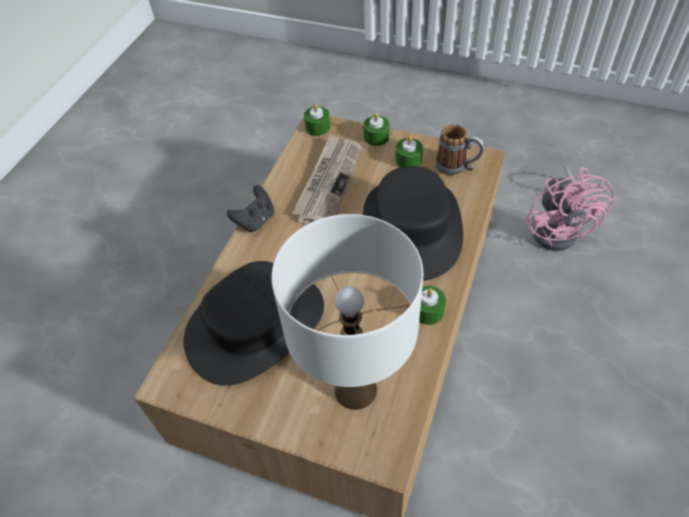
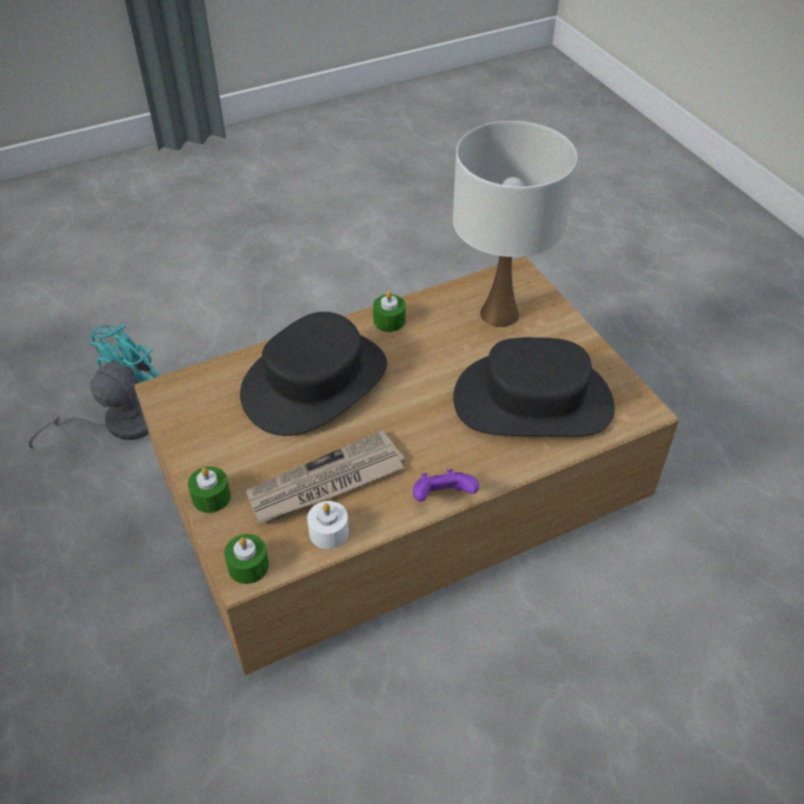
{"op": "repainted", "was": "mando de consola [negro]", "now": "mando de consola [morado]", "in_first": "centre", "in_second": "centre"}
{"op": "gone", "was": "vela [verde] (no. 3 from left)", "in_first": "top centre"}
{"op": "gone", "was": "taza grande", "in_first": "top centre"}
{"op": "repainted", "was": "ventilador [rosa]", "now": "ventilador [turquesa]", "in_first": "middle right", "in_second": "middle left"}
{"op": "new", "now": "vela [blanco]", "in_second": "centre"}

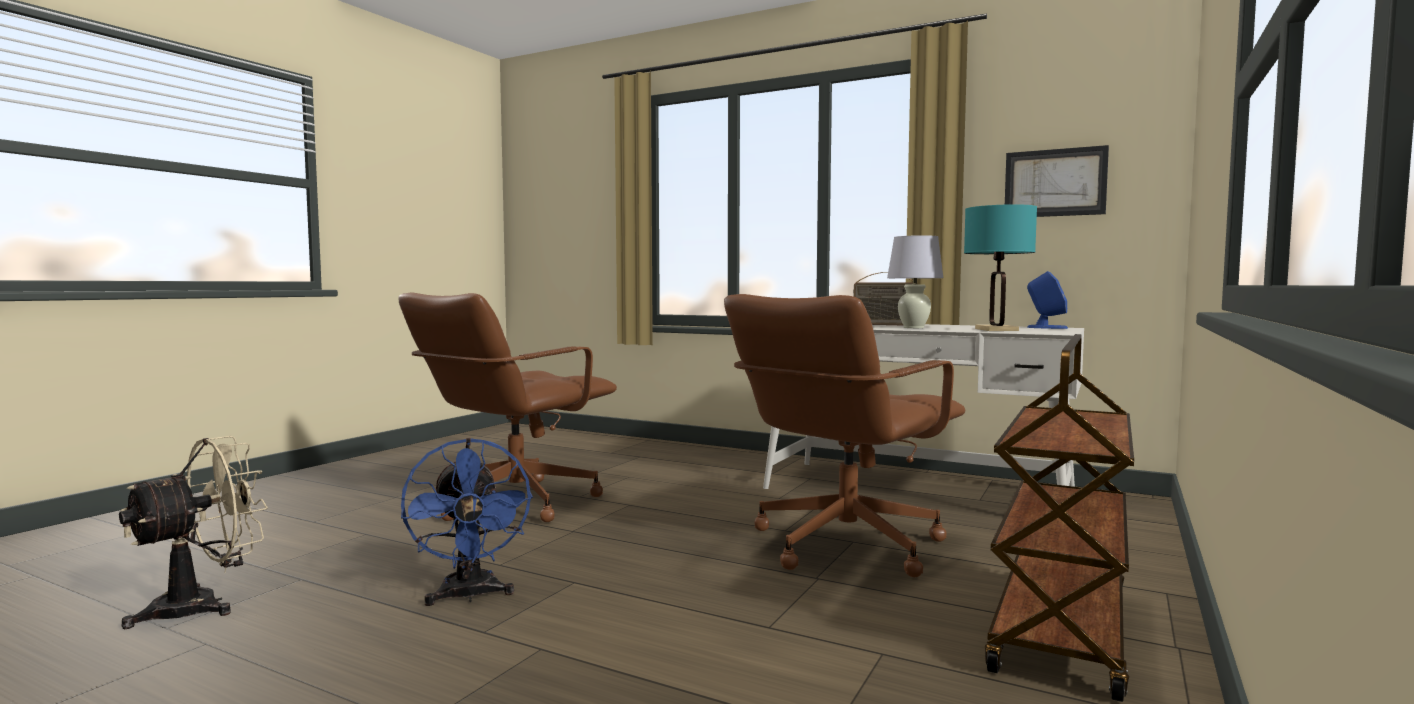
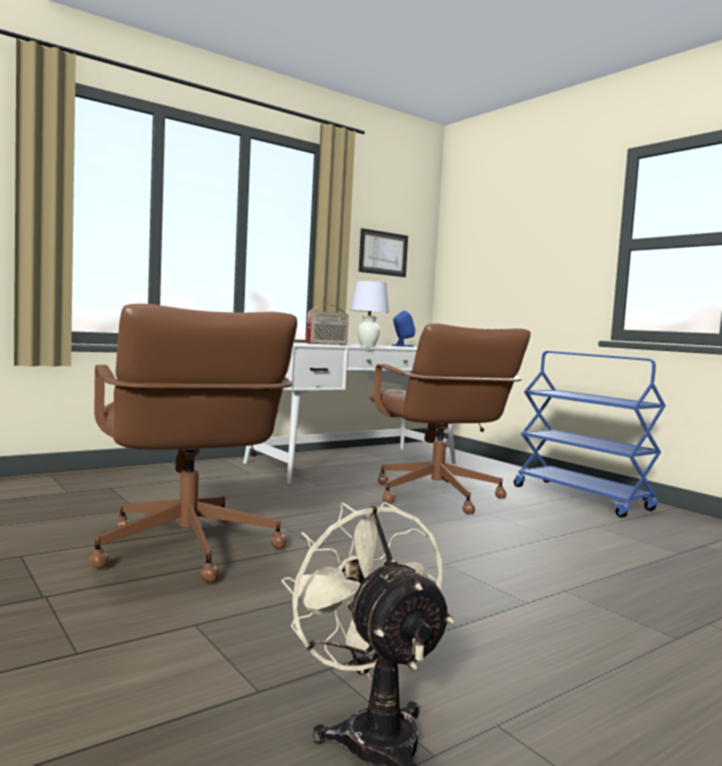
{"op": "gone", "was": "ventilador [azul]", "in_first": "bottom left"}
{"op": "gone", "was": "lámpara de mesa [turquesa]", "in_first": "middle right"}
{"op": "repainted", "was": "carrito [marrón]", "now": "carrito [azul]", "in_first": "bottom right", "in_second": "middle right"}

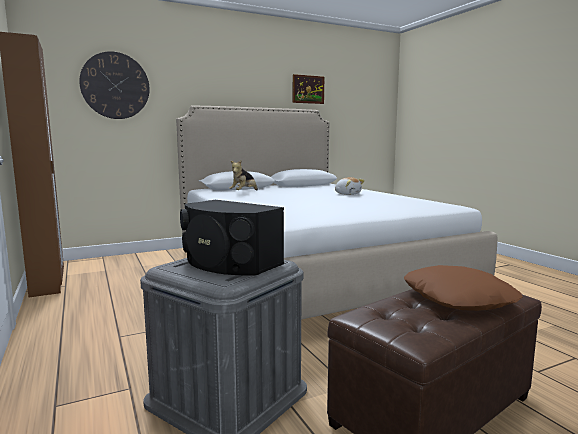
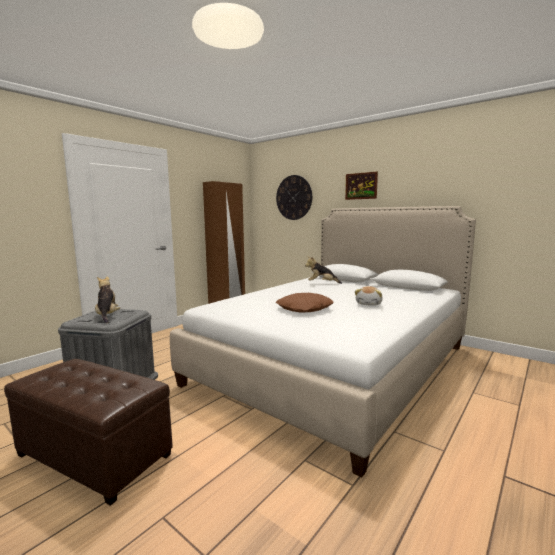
{"op": "swapped", "was": "altavoz [negro]", "now": "peluche (no. 1 from left)", "in_first": "centre", "in_second": "middle left"}
{"op": "shifted", "was": "cuadro", "in_first": "top centre", "in_second": "centre"}
{"op": "shifted", "was": "cojín [marrón]", "in_first": "middle right", "in_second": "centre"}

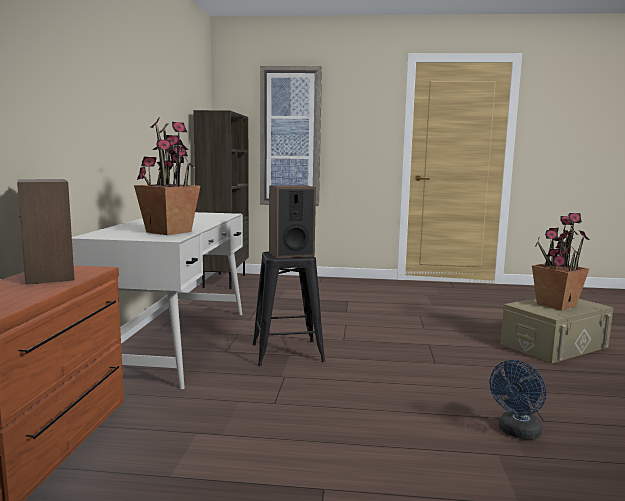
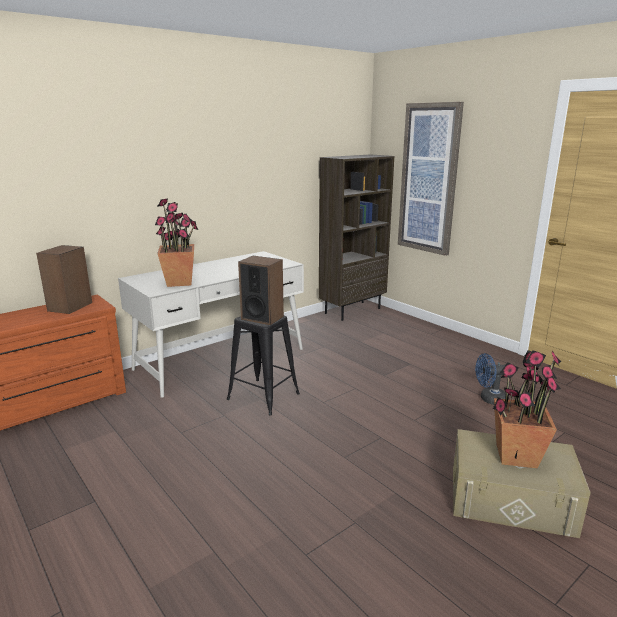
{"op": "shifted", "was": "ventilador [azul]", "in_first": "bottom right", "in_second": "middle right"}

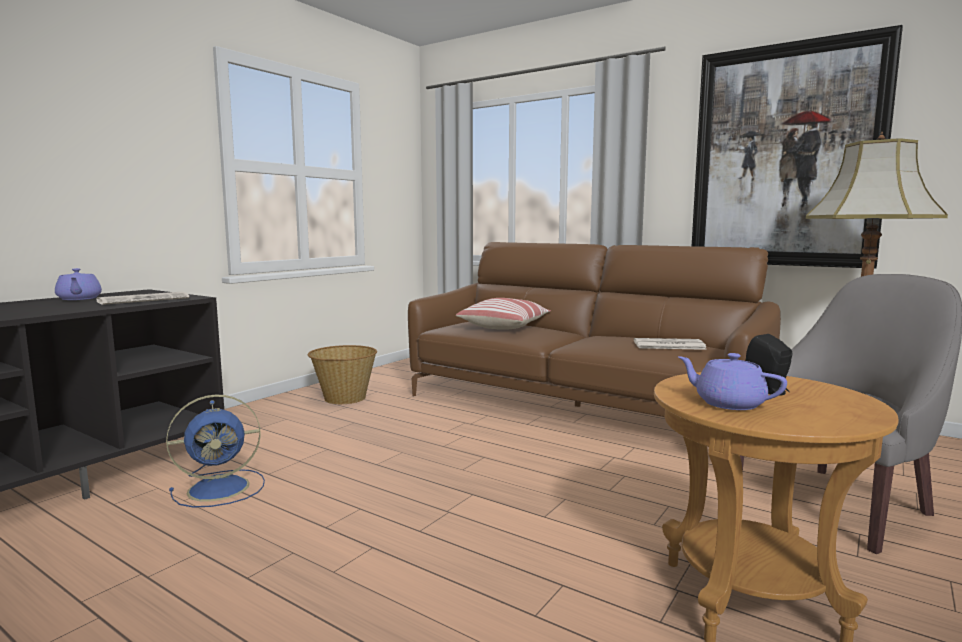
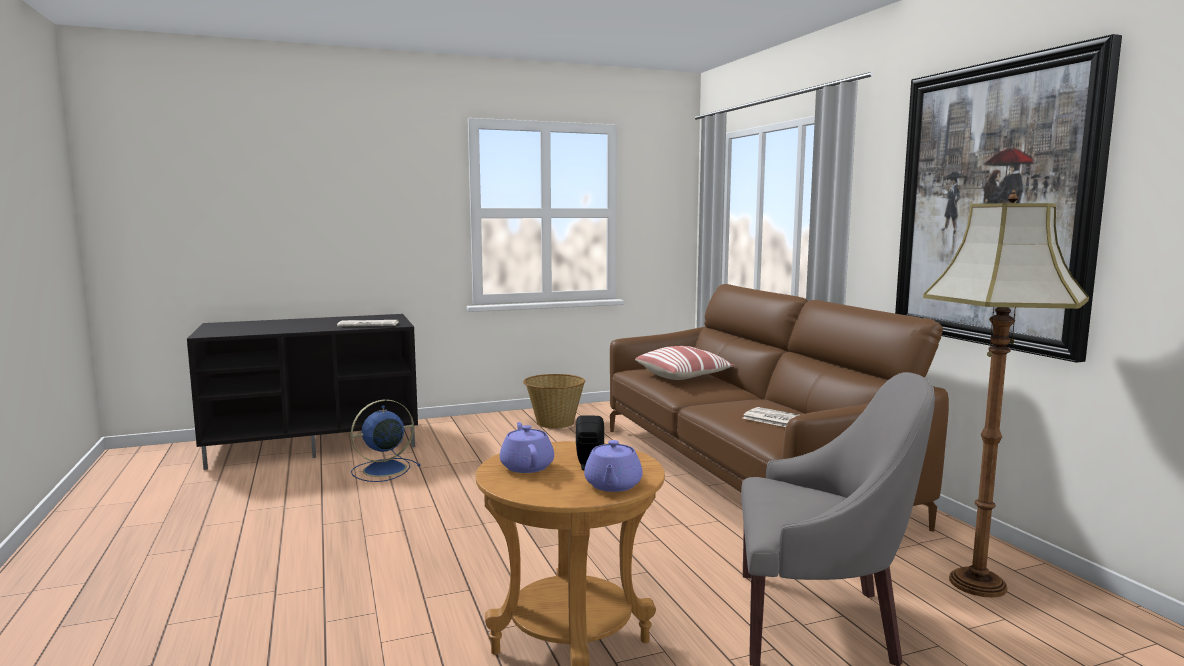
{"op": "shifted", "was": "tetera [morado] (no. 1 from left in the first image)", "now": "tetera [morado] (no. 2 from left)", "in_first": "middle left", "in_second": "bottom centre"}
{"op": "rotated", "was": "ventilador [azul]", "in_first": "bottom left", "in_second": "middle left", "clockwise": 135}

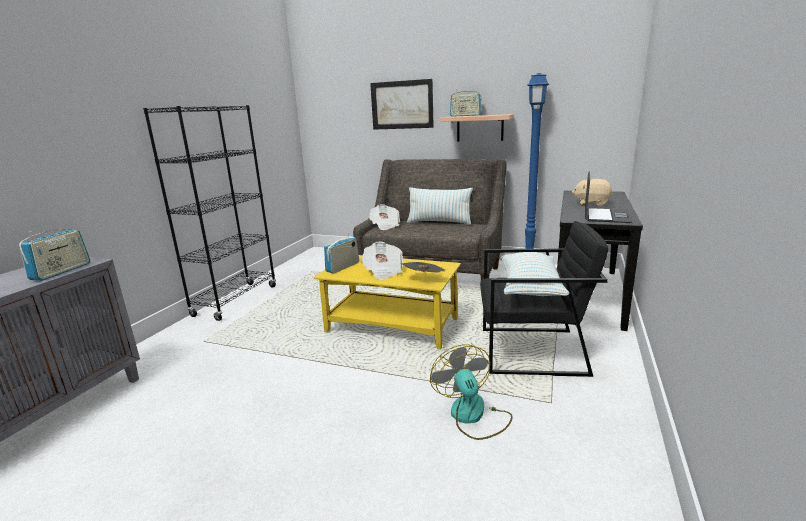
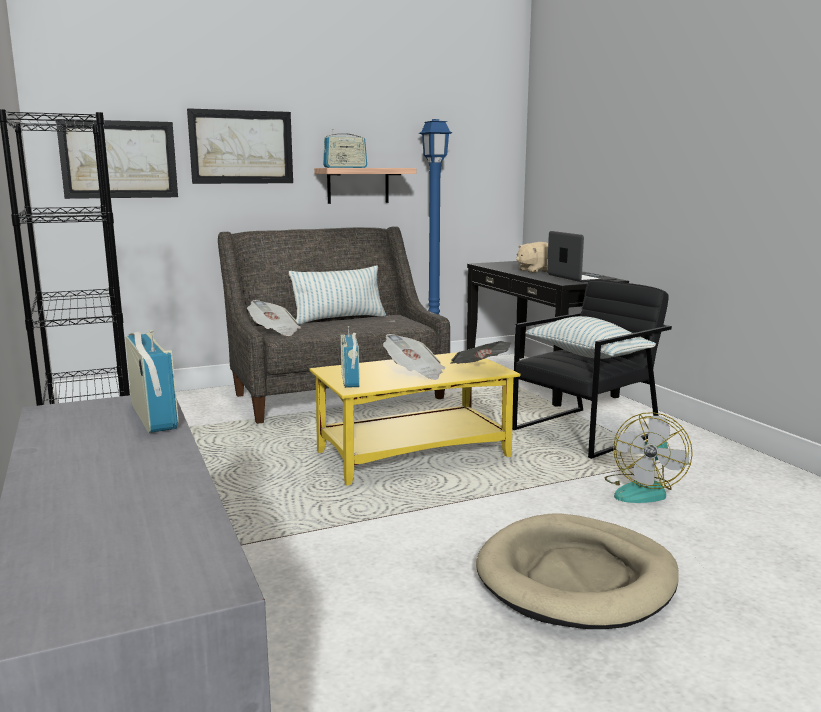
{"op": "rotated", "was": "ventilador", "in_first": "bottom centre", "in_second": "middle right", "clockwise": -90}
{"op": "new", "now": "cuadro (no. 1 from left)", "in_second": "top left"}
{"op": "new", "now": "cama para perro [beis]", "in_second": "bottom right"}

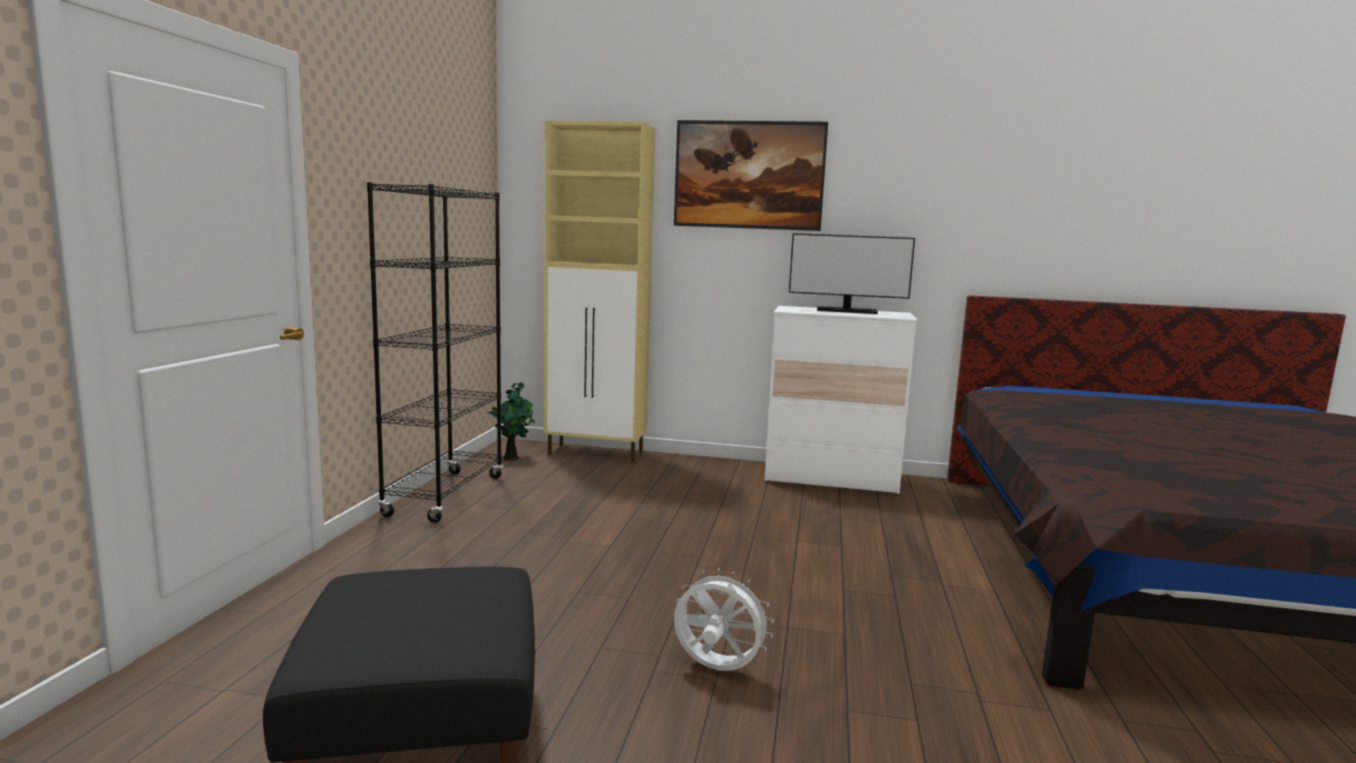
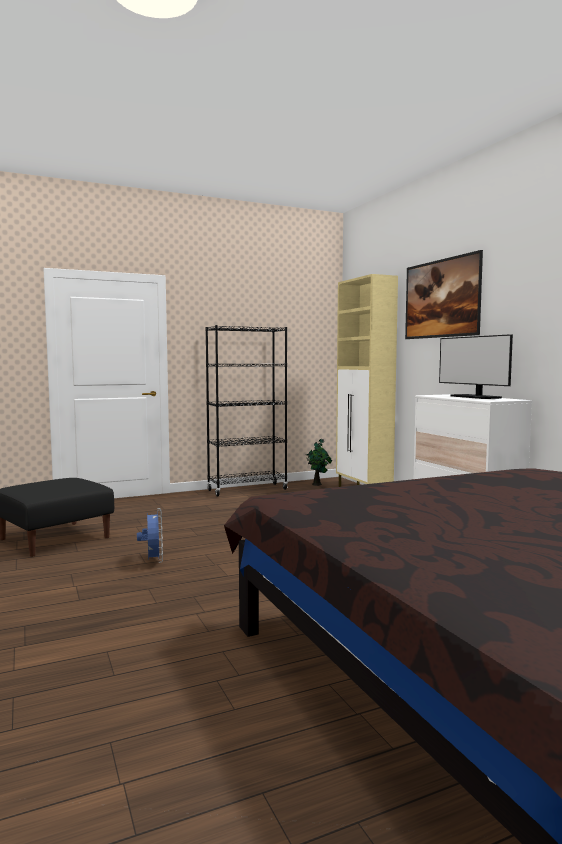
{"op": "repainted", "was": "ventilador [blanco]", "now": "ventilador [azul]", "in_first": "bottom centre", "in_second": "middle left"}

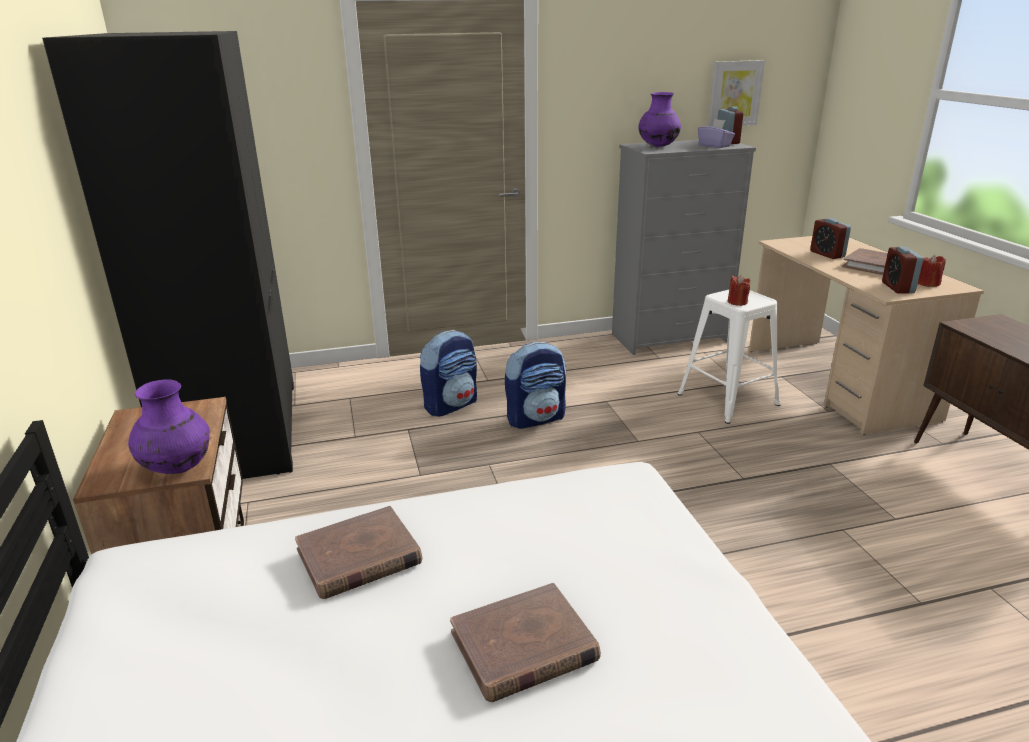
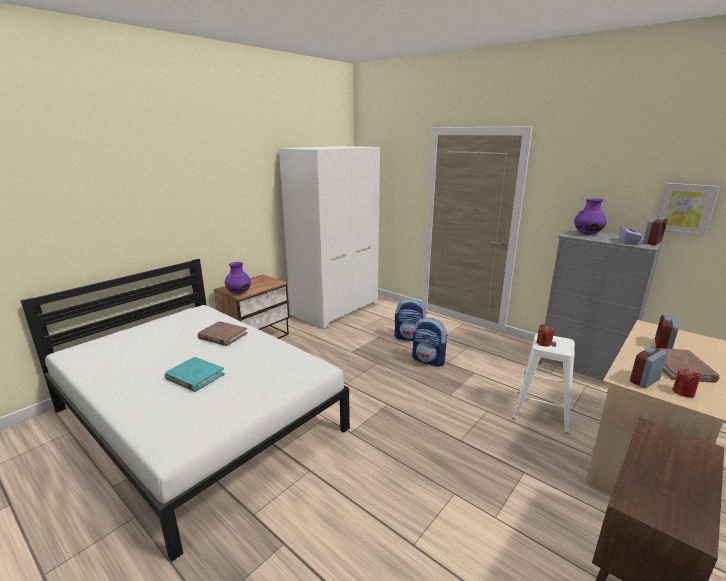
{"op": "repainted", "was": "armario ropero [negro]", "now": "armario ropero [blanco]", "in_first": "middle left", "in_second": "centre"}
{"op": "repainted", "was": "libro [marrón] (no. 2 from left)", "now": "libro [turquesa]", "in_first": "bottom centre", "in_second": "middle left"}

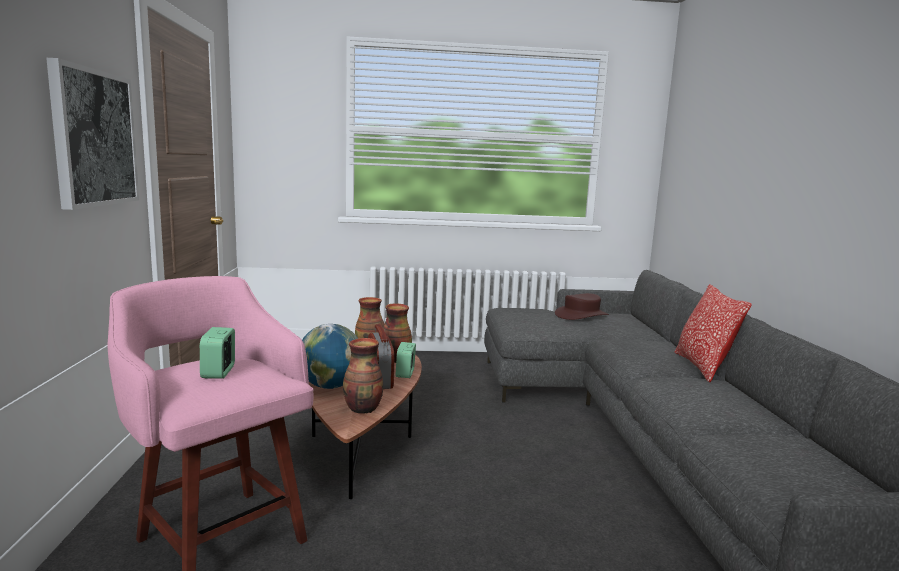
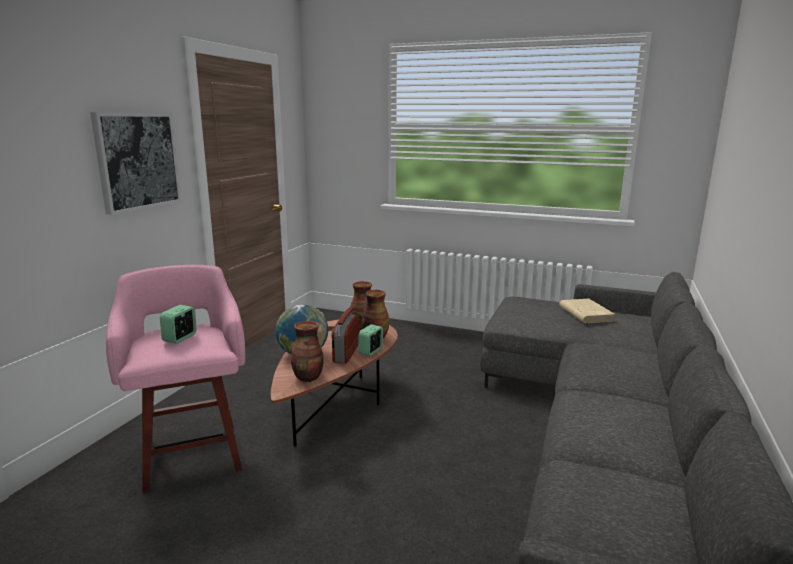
{"op": "swapped", "was": "sombrero [marrón]", "now": "libro [beis]", "in_first": "centre", "in_second": "middle right"}
{"op": "gone", "was": "cojín", "in_first": "middle right"}

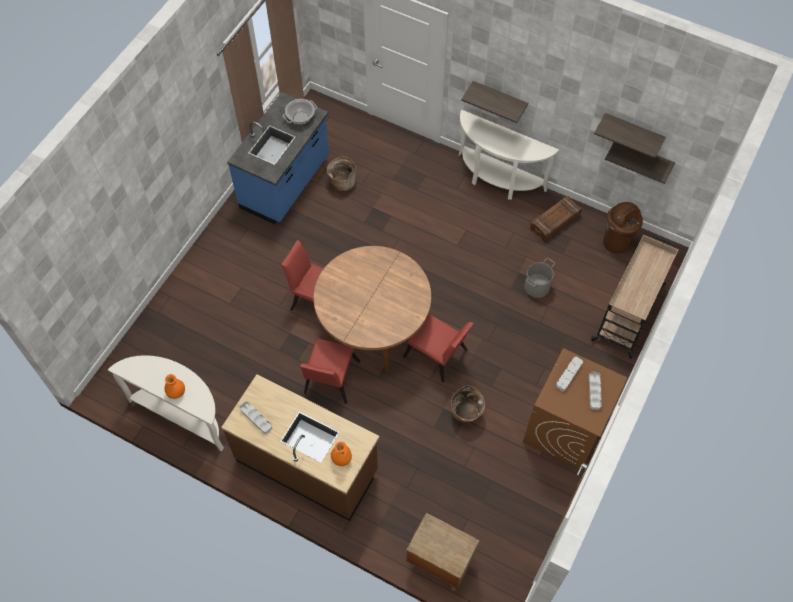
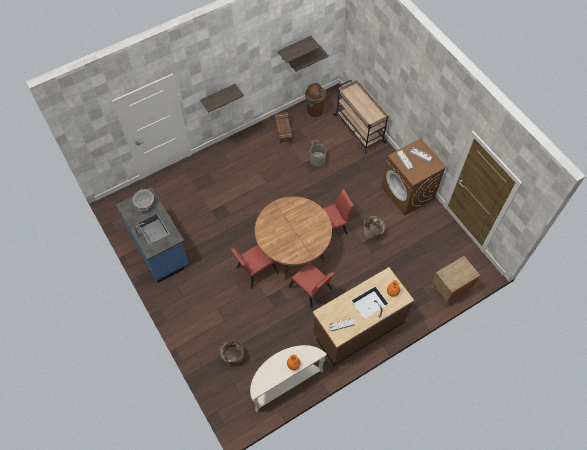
{"op": "shifted", "was": "cesta (no. 1 from left)", "in_first": "top centre", "in_second": "bottom centre"}
{"op": "gone", "was": "mesa consola [blanco] (no. 2 from left)", "in_first": "top centre"}

